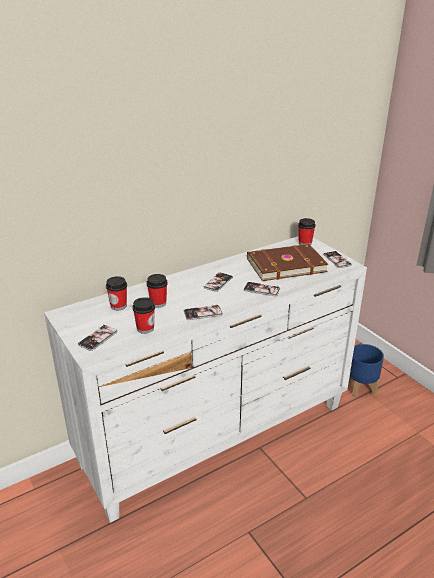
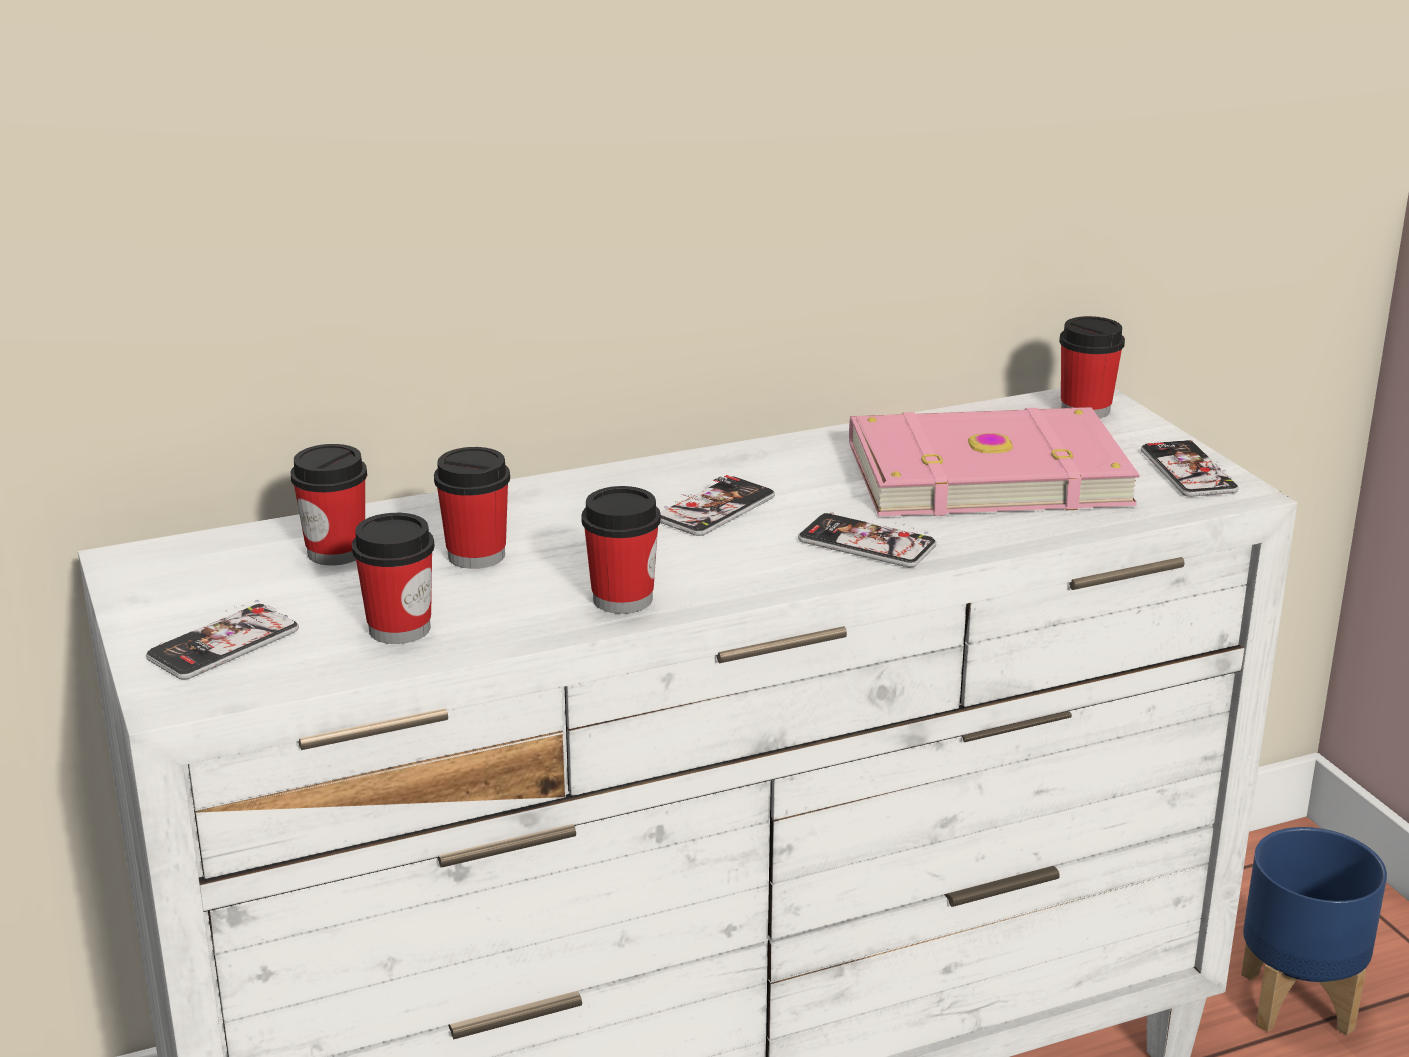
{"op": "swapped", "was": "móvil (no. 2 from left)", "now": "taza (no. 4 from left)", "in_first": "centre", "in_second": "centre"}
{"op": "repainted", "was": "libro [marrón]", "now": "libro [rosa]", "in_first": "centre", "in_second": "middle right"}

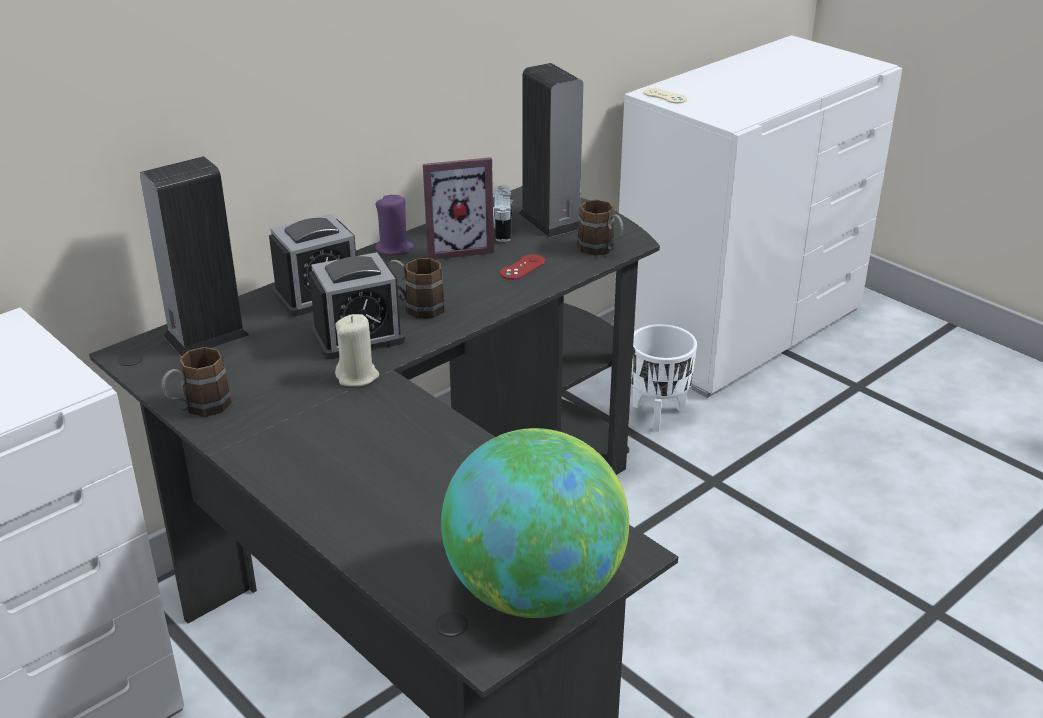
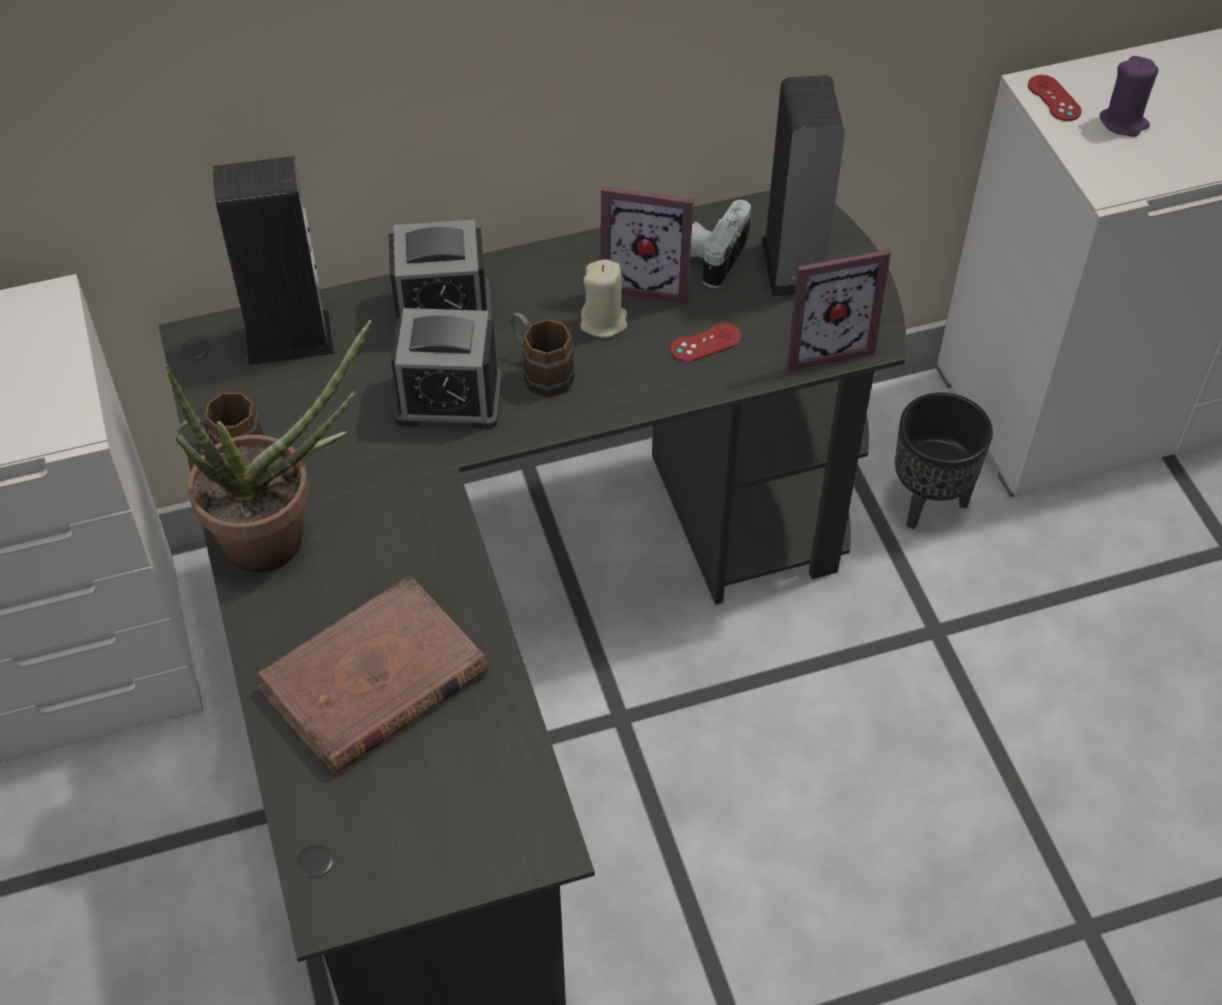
{"op": "shifted", "was": "vela [beis]", "in_first": "centre", "in_second": "top centre"}
{"op": "shifted", "was": "vela [morado]", "in_first": "top centre", "in_second": "top right"}
{"op": "gone", "was": "globo terráqueo", "in_first": "bottom centre"}
{"op": "swapped", "was": "taza grande [marrón] (no. 3 from left)", "now": "portarretratos (no. 2 from left)", "in_first": "top centre", "in_second": "top right"}
{"op": "repainted", "was": "maceta [blanco]", "now": "maceta [negro]", "in_first": "centre", "in_second": "middle right"}
{"op": "repainted", "was": "mando de consola [beis]", "now": "mando de consola [rojo] (no. 2 from left)", "in_first": "top centre", "in_second": "top right"}
{"op": "new", "now": "planta en maceta", "in_second": "middle left"}
{"op": "new", "now": "libro [marrón]", "in_second": "bottom left"}

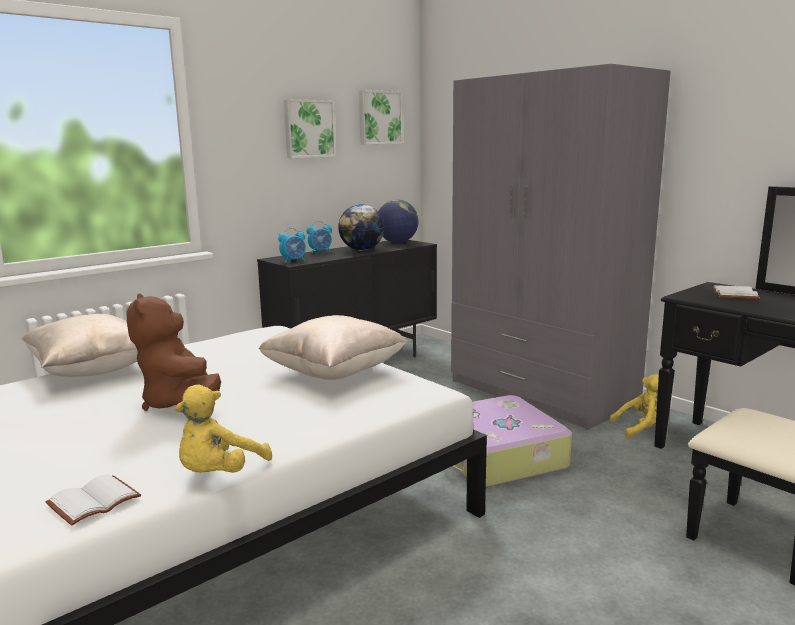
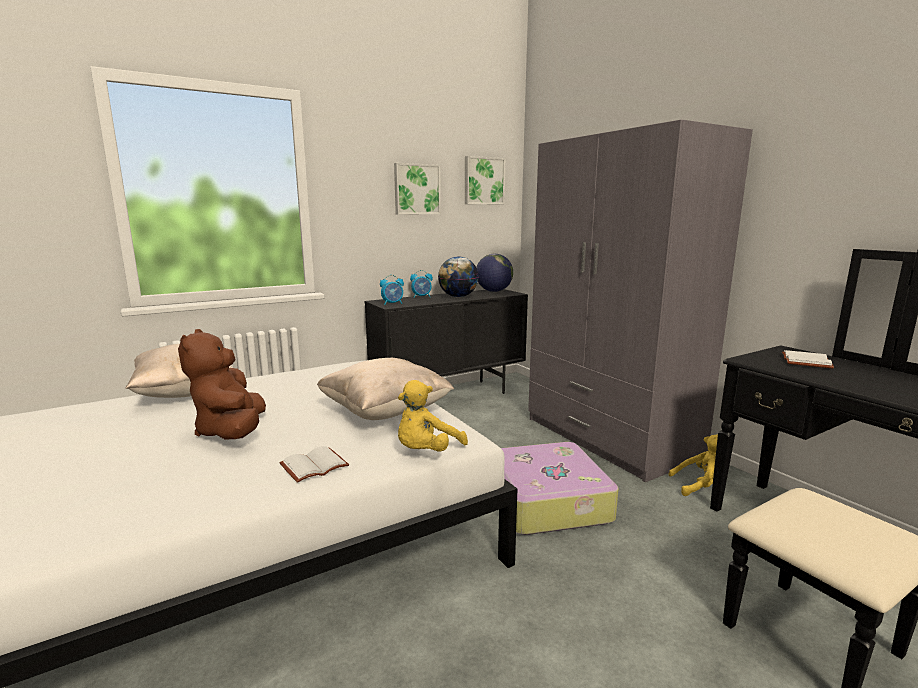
{"op": "shifted", "was": "libro [blanco] (no. 1 from left)", "in_first": "bottom left", "in_second": "bottom centre"}
{"op": "shifted", "was": "peluche [amarillo] (no. 1 from left)", "in_first": "bottom left", "in_second": "centre"}

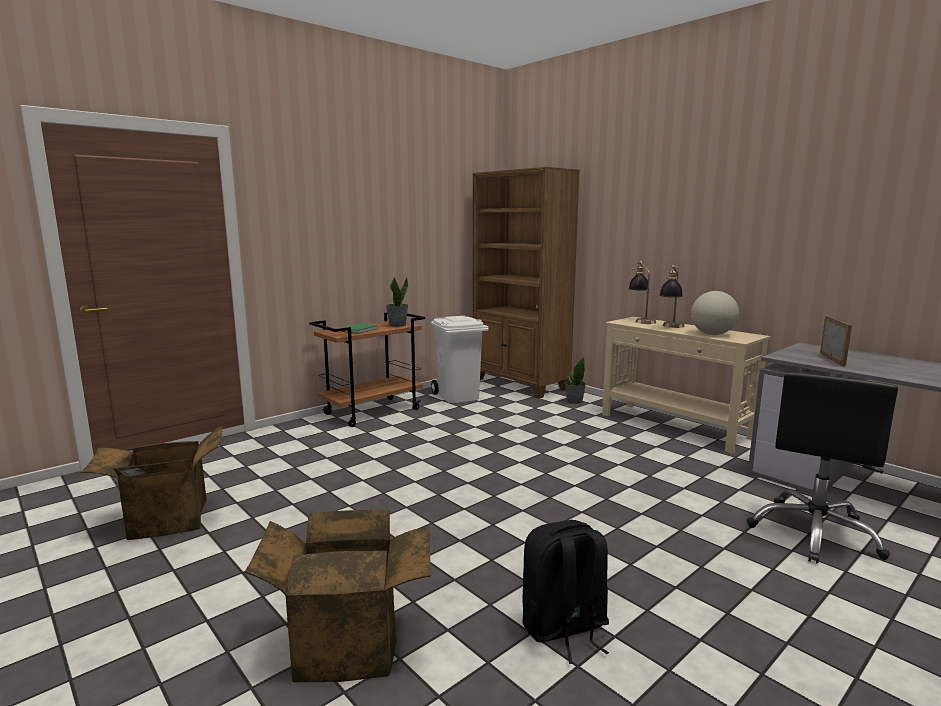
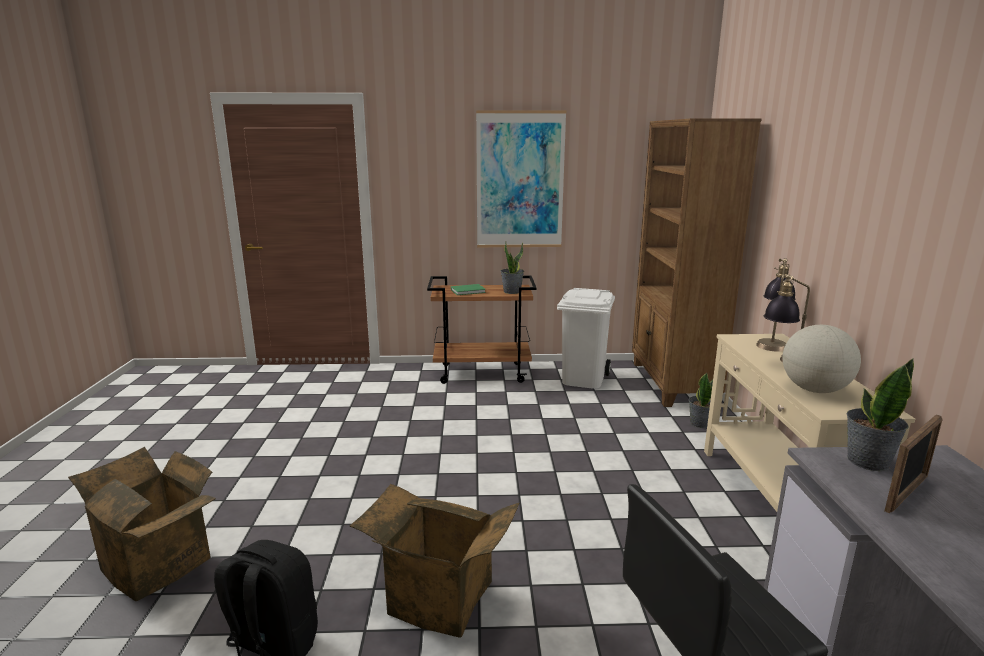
{"op": "shifted", "was": "caja de cartón (no. 1 from left in the first image)", "now": "caja de cartón (no. 2 from left)", "in_first": "bottom left", "in_second": "bottom centre"}
{"op": "new", "now": "cuadro", "in_second": "top centre"}
{"op": "new", "now": "planta en maceta (no. 3 from left)", "in_second": "middle right"}

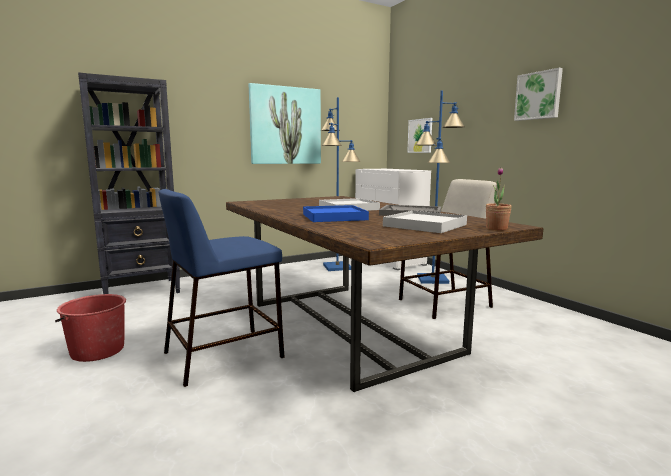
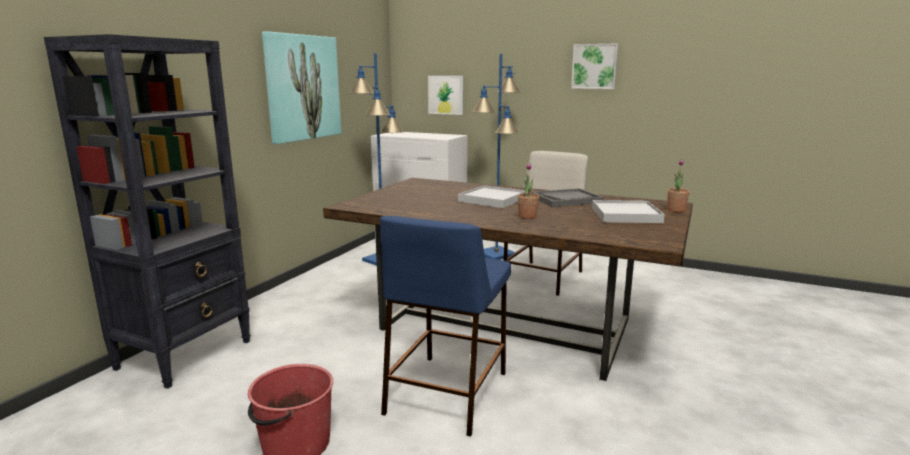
{"op": "swapped", "was": "bandeja [azul]", "now": "planta en maceta (no. 1 from left)", "in_first": "centre", "in_second": "centre"}

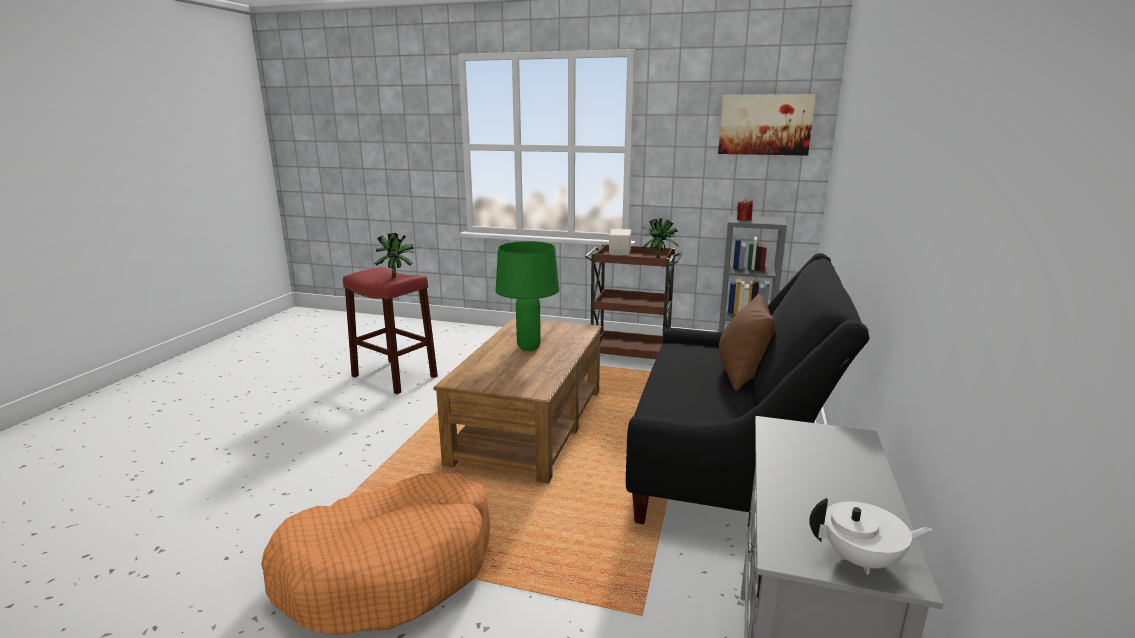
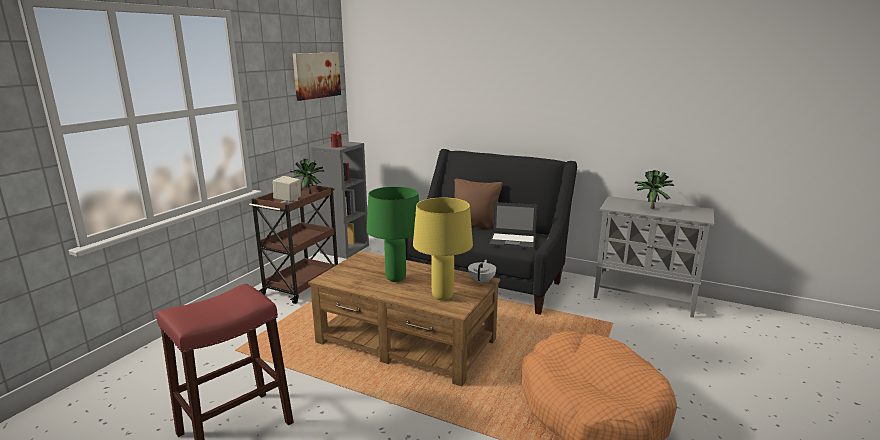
{"op": "shifted", "was": "planta en maceta (no. 1 from left in the first image)", "now": "planta en maceta (no. 2 from left)", "in_first": "centre", "in_second": "middle right"}
{"op": "shifted", "was": "tetera [blanco]", "in_first": "bottom right", "in_second": "centre"}
{"op": "new", "now": "lámpara de mesa [amarillo]", "in_second": "centre"}
{"op": "new", "now": "portátil", "in_second": "centre"}

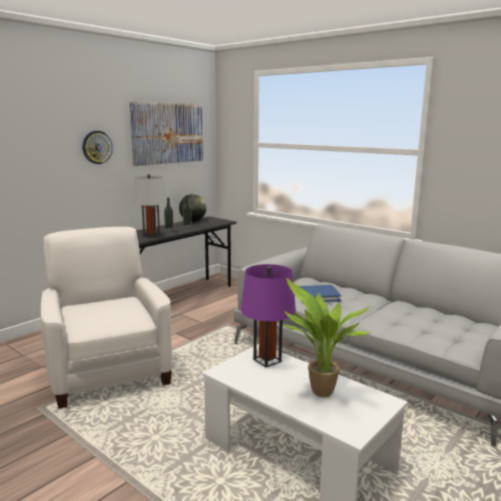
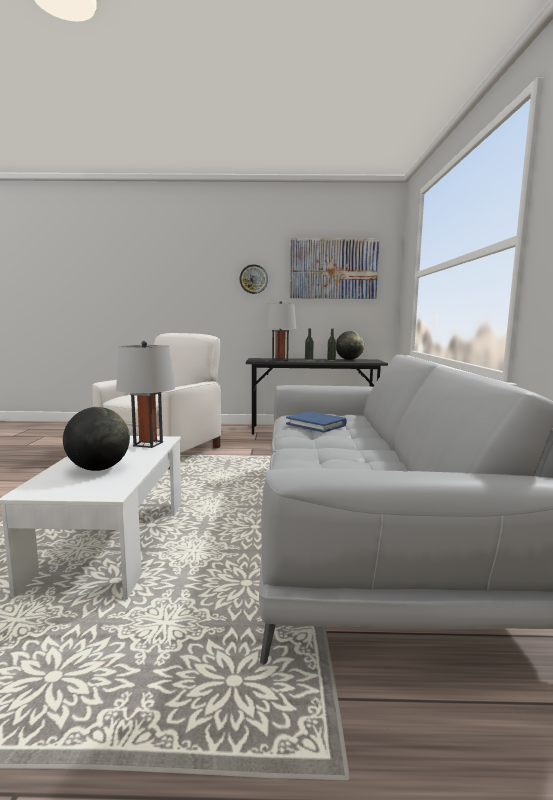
{"op": "repainted", "was": "lámpara de mesa [morado]", "now": "lámpara de mesa [gris] (no. 1 from left)", "in_first": "centre", "in_second": "middle left"}
{"op": "swapped", "was": "planta en maceta", "now": "globo terráqueo (no. 1 from left)", "in_first": "bottom centre", "in_second": "middle left"}

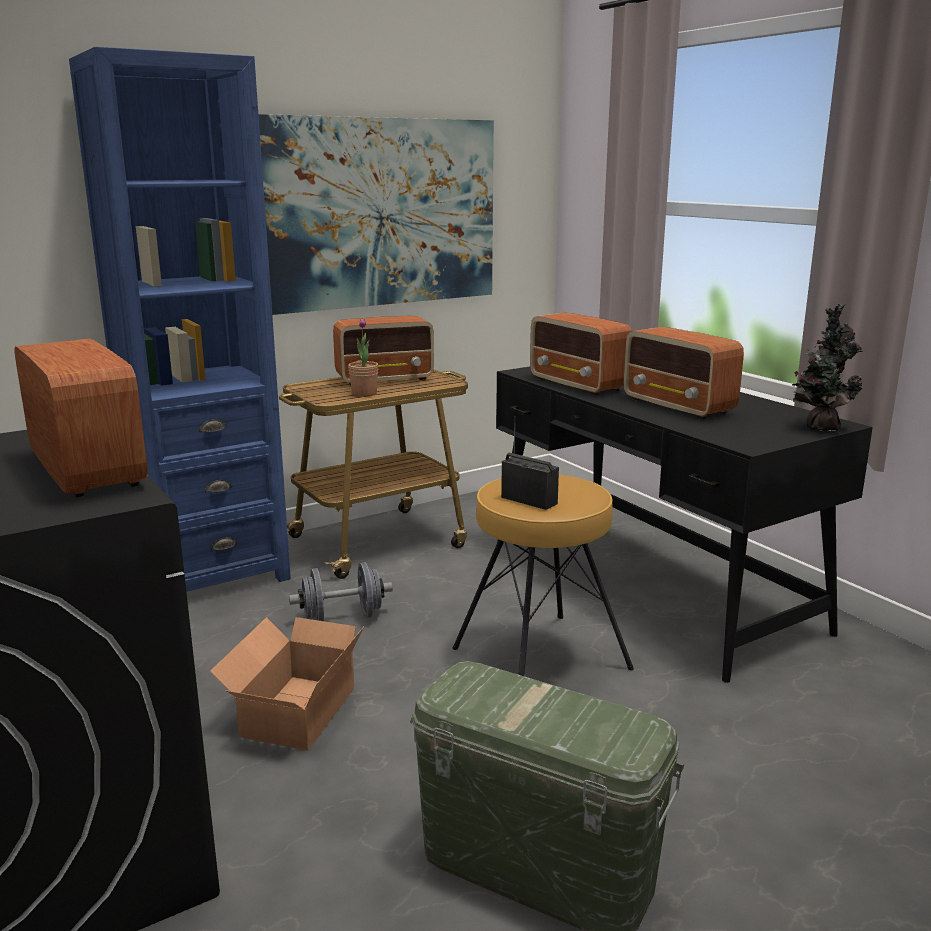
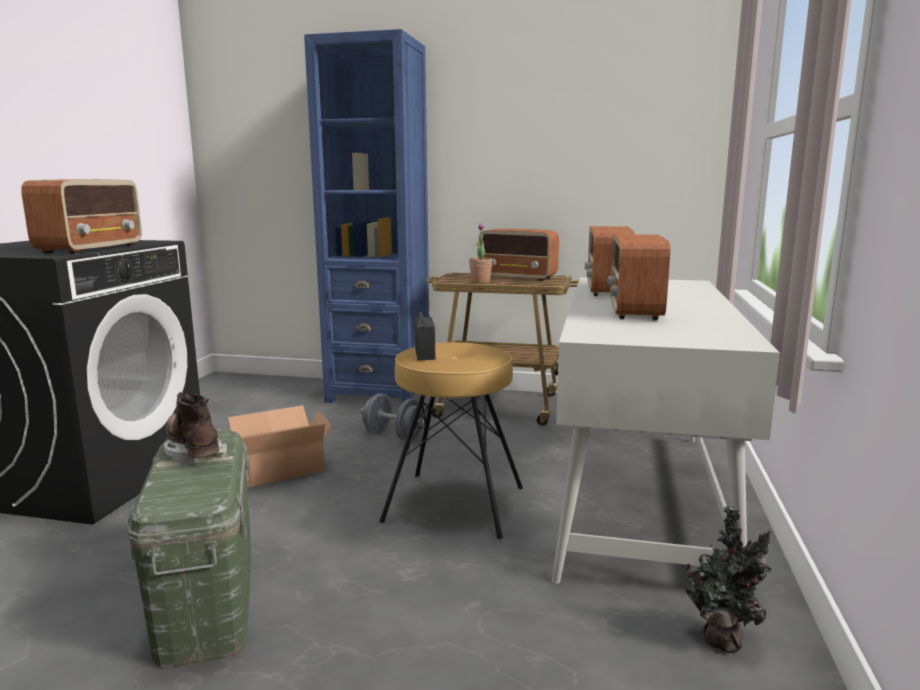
{"op": "gone", "was": "cuadro", "in_first": "top centre"}
{"op": "repainted", "was": "escritorio [negro]", "now": "escritorio [blanco]", "in_first": "middle right", "in_second": "middle right"}
{"op": "shifted", "was": "planta en maceta (no. 2 from left)", "in_first": "middle right", "in_second": "bottom right"}
{"op": "new", "now": "bota [marrón]", "in_second": "middle left"}

